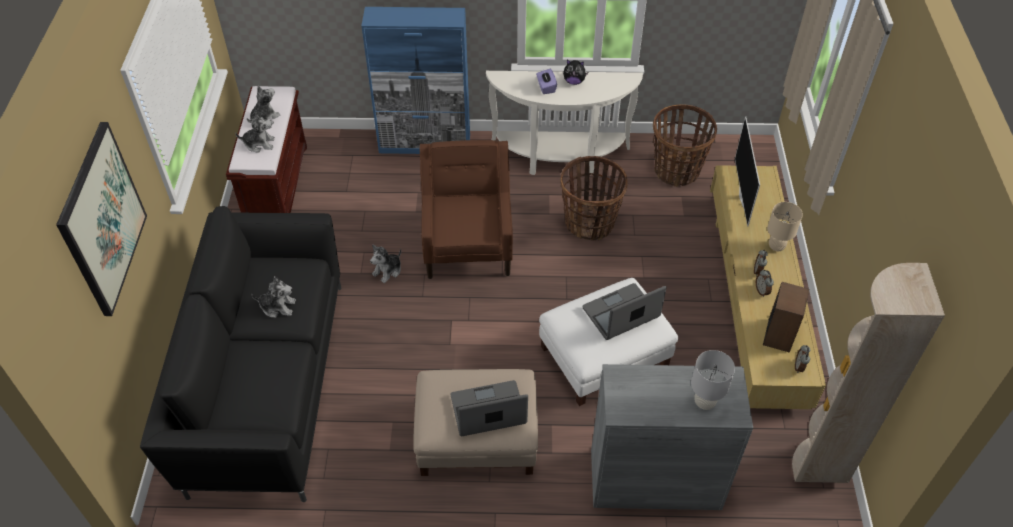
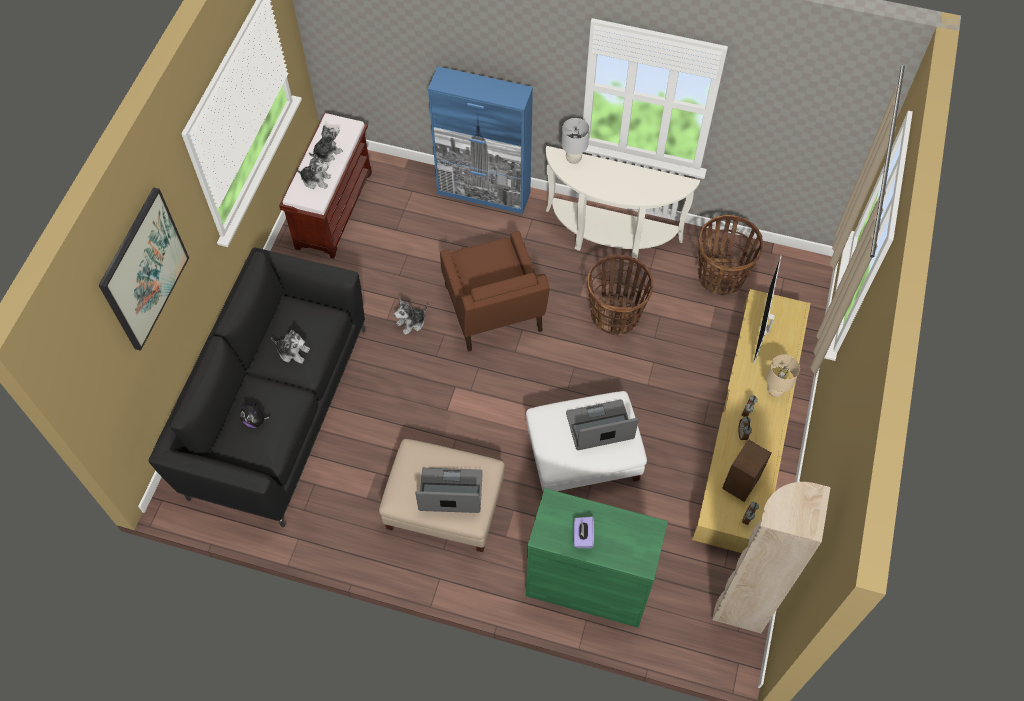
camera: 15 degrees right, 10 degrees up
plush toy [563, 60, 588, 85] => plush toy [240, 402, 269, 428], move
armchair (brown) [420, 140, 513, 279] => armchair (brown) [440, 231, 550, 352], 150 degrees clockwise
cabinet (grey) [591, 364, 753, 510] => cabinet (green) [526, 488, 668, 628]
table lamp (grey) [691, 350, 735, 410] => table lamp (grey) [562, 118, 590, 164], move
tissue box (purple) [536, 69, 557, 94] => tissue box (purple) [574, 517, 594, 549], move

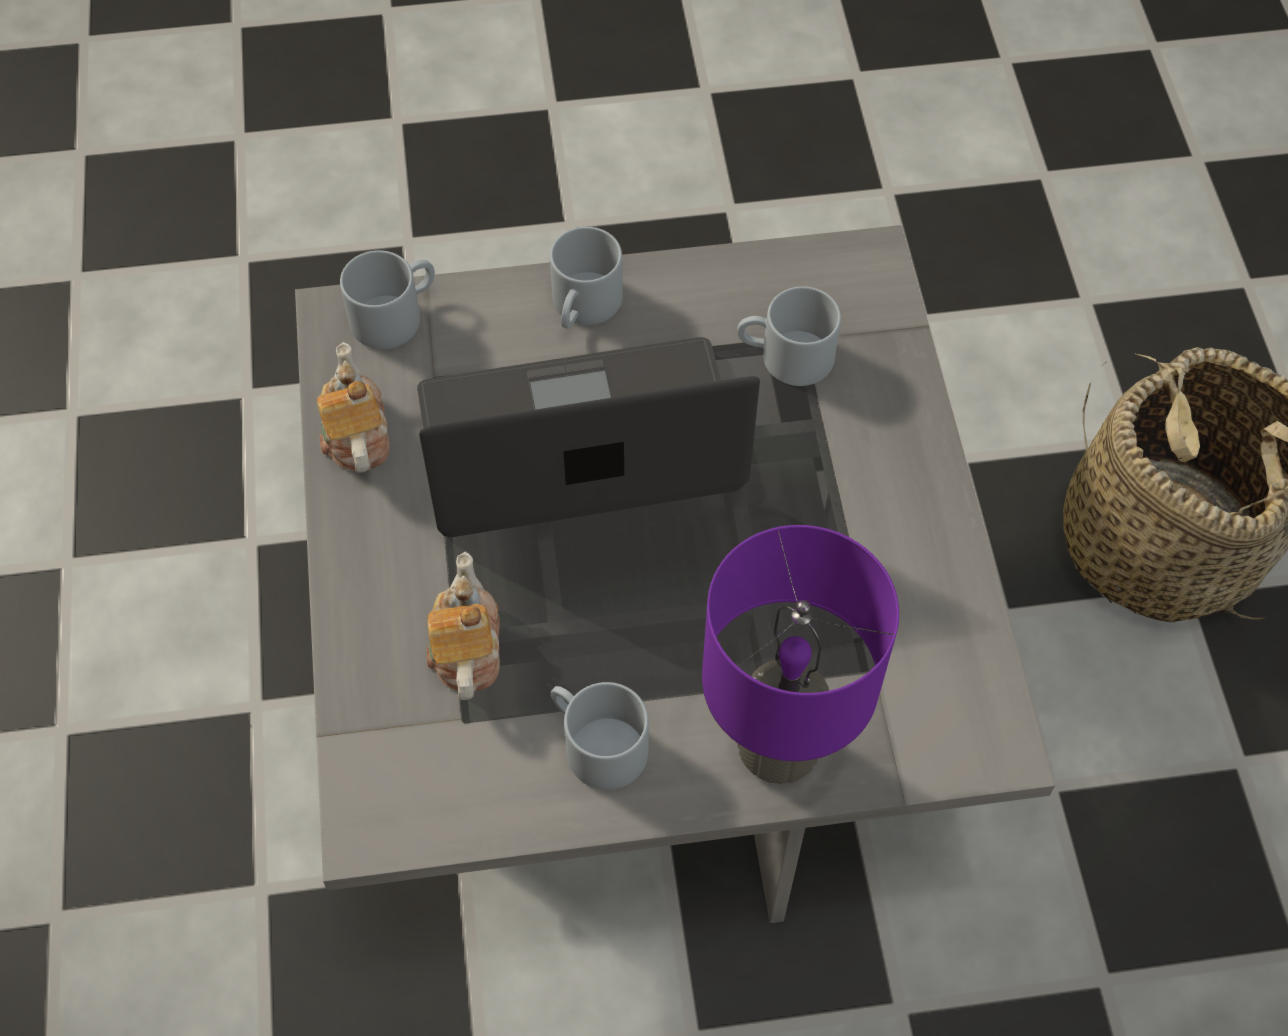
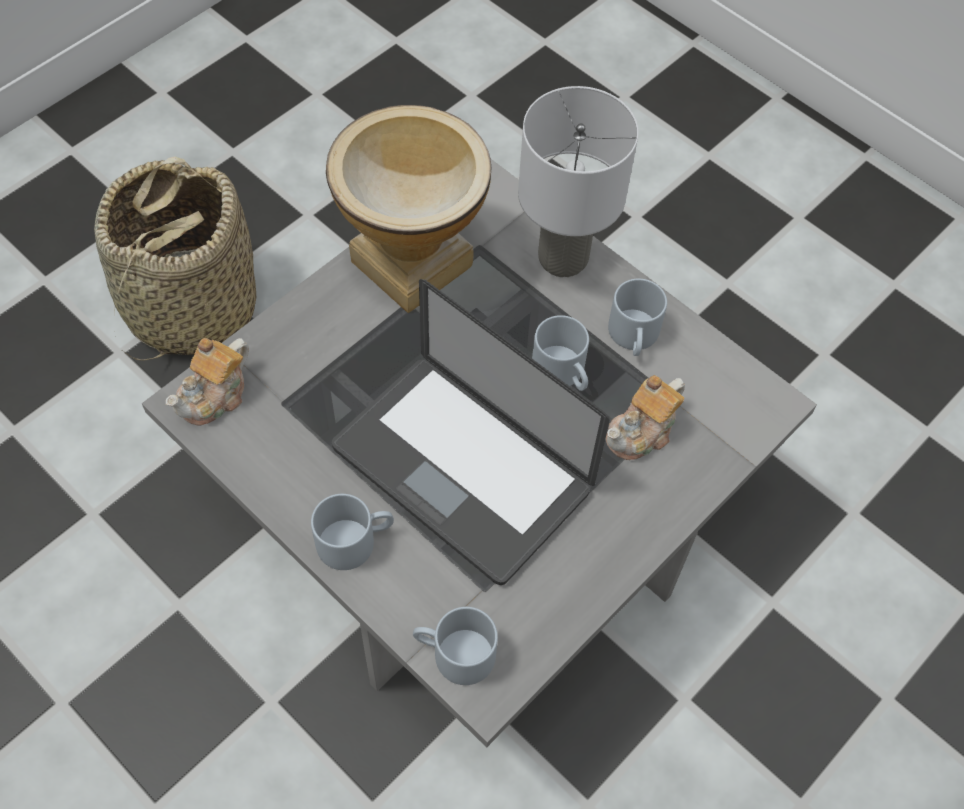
camera: 130 degrees left, 0 degrees up
teapot [317, 342, 390, 473] => teapot [165, 338, 249, 426], move
nothing => vase [326, 105, 491, 313]
table lamp (purple) [702, 525, 899, 784] => table lamp (white) [518, 86, 638, 277]
mug (grey) [737, 286, 841, 386] => mug (grey) [532, 315, 589, 391], move

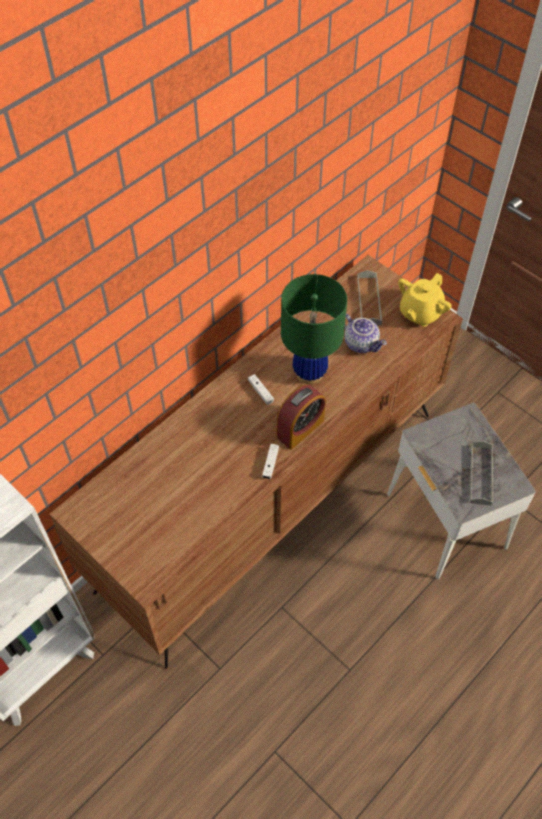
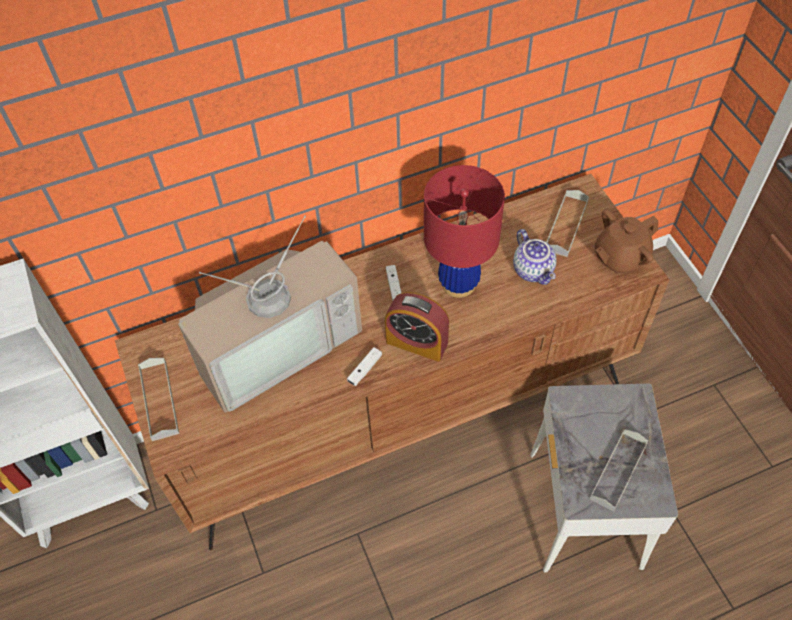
camera: 25 degrees right, 0 degrees up
nothing => tray (grey) [138, 358, 179, 441]
nothing => television [178, 215, 362, 413]
alarm clock [277, 384, 326, 449] => alarm clock [385, 292, 449, 362], 45 degrees clockwise
table lamp (green) [281, 274, 347, 384] => table lamp (red) [424, 165, 505, 298]
teapot (yellow) [398, 273, 452, 327] => teapot (brown) [595, 209, 658, 275]

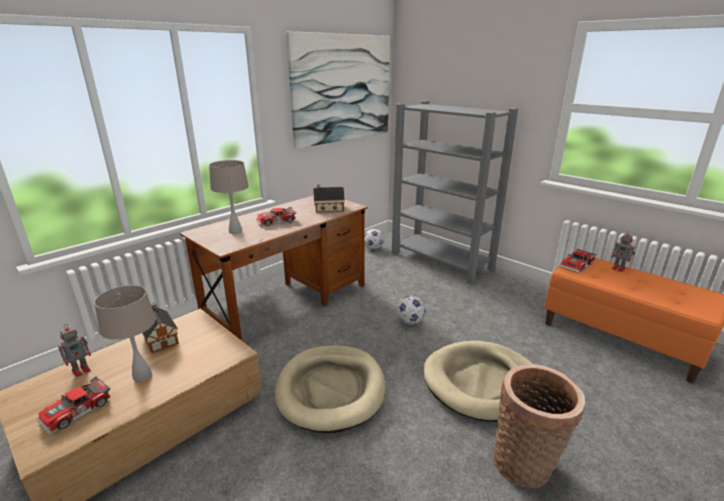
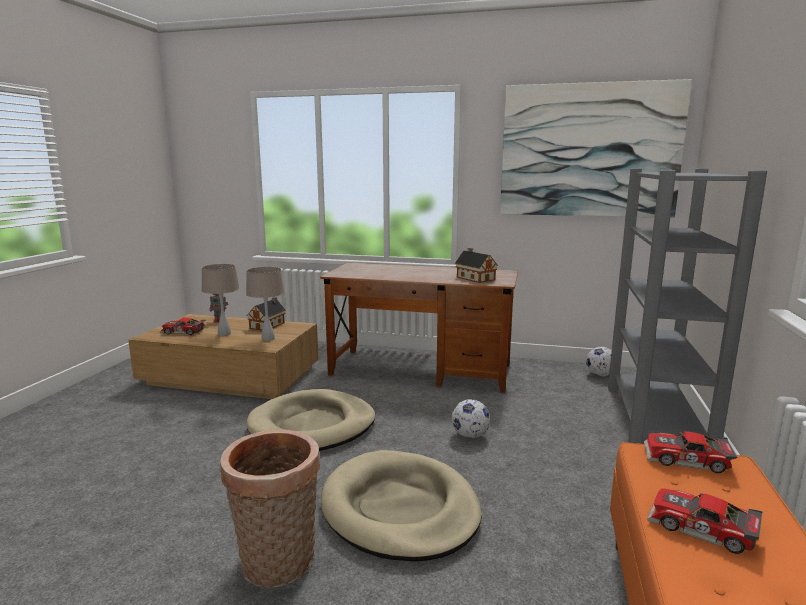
camera: 60 degrees right, 10 degrees down
table lamp (beige) [209, 160, 249, 234] => table lamp (beige) [246, 267, 284, 341], move
toy car [256, 207, 296, 226] => toy car [647, 488, 762, 554], move
toy robot [612, 231, 635, 272] => nothing

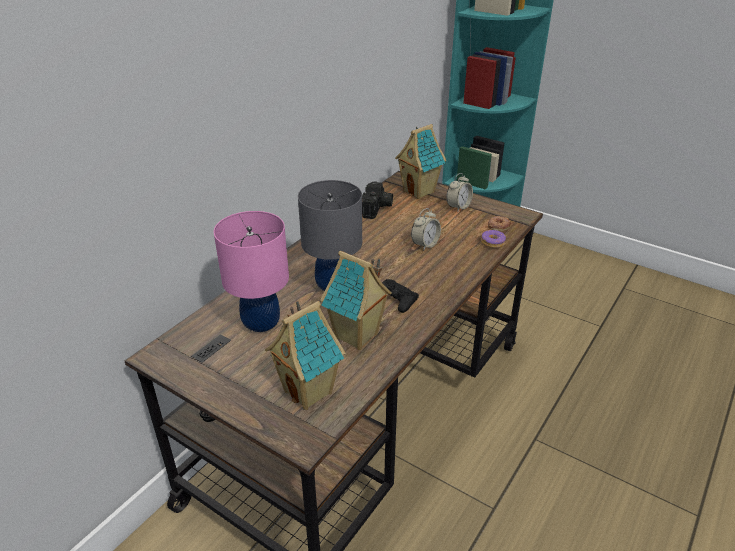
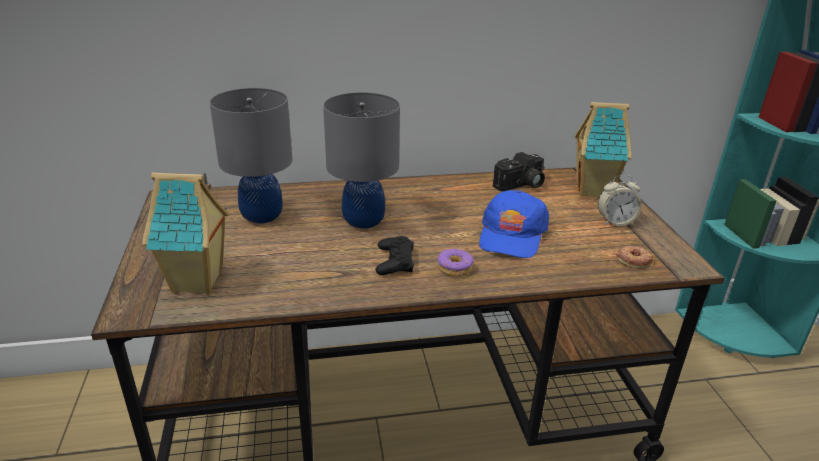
camera: 45 degrees right, 5 degrees down
table lamp (pink) [214, 211, 289, 332] => table lamp (grey) [210, 88, 292, 224]
donut [481, 230, 506, 248] => donut [438, 249, 474, 276], move
alarm clock [411, 208, 441, 251] => cap (blue) [479, 190, 549, 258]
toy house [320, 251, 392, 350] => nothing

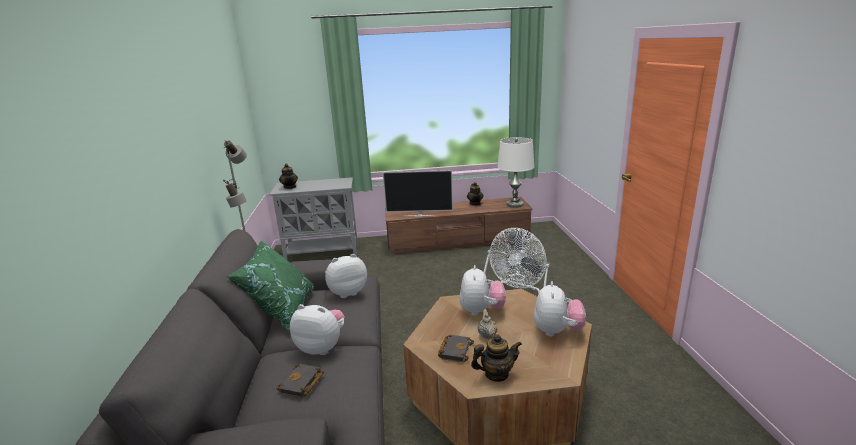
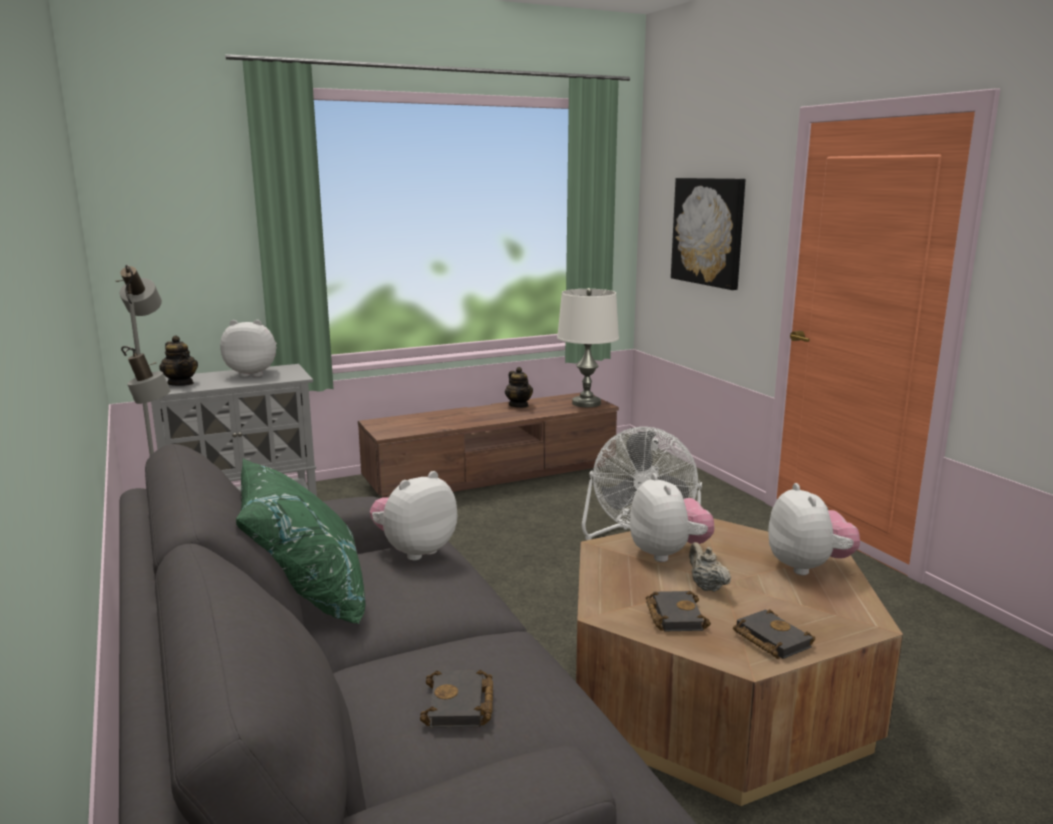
camera: 20 degrees left, 5 degrees down
plush toy [290, 304, 345, 355] => plush toy [220, 320, 277, 377], move
nothing => picture [671, 178, 746, 290]
teapot [471, 334, 522, 382] => book (black) [733, 610, 815, 659]
television [383, 170, 453, 217] => nothing

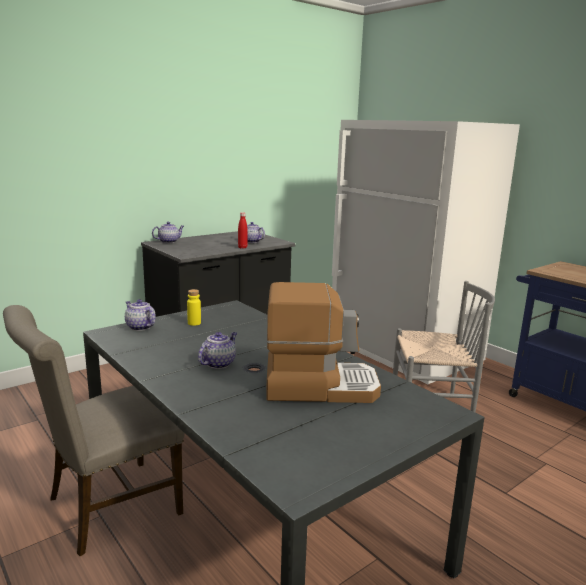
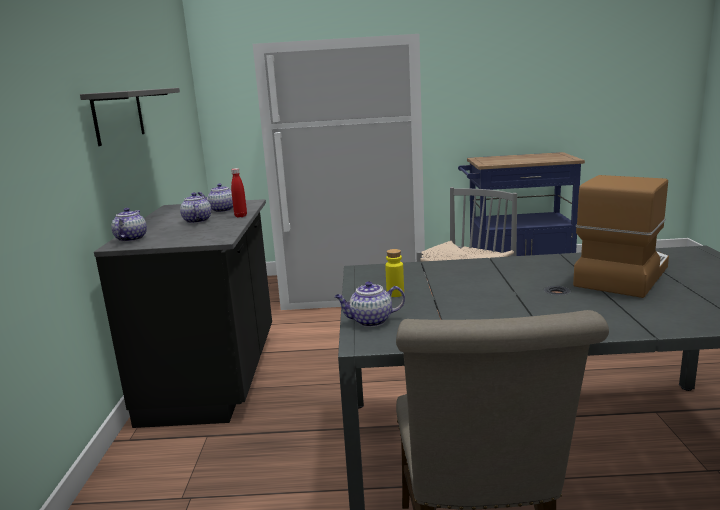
camera: 50 degrees left, 0 degrees up
nothing => shelf (grey) [80, 88, 180, 146]
teapot [198, 332, 237, 369] => teapot [180, 192, 211, 224], move

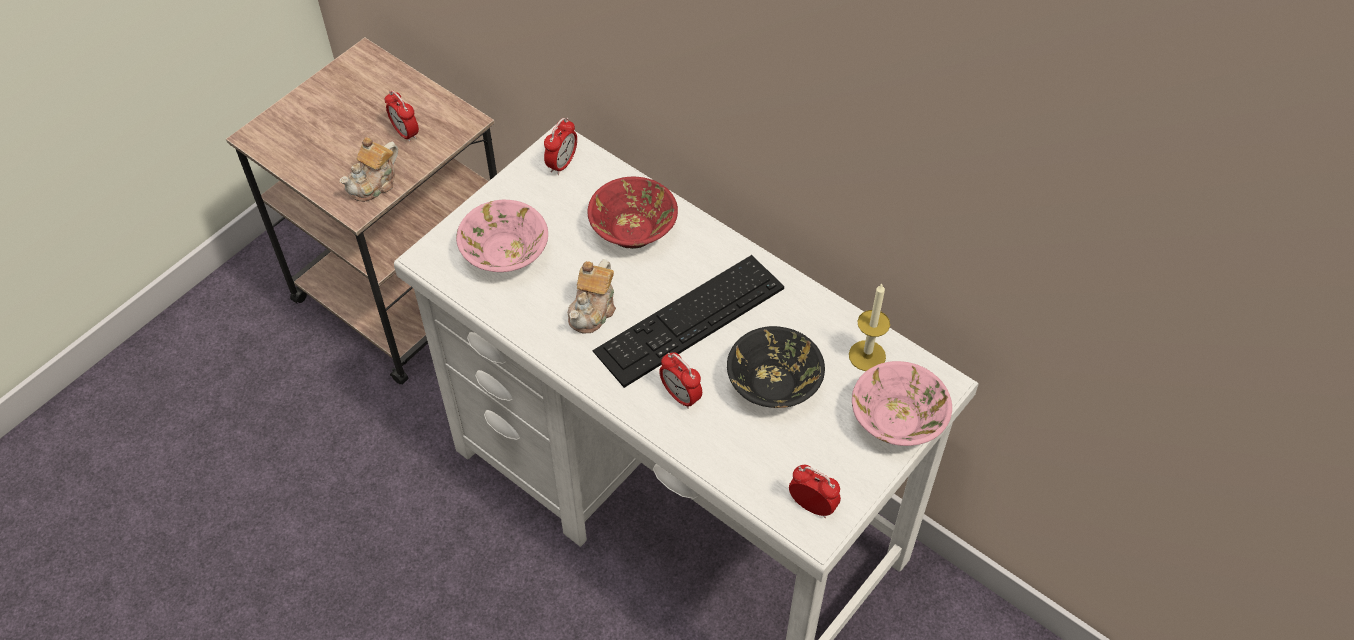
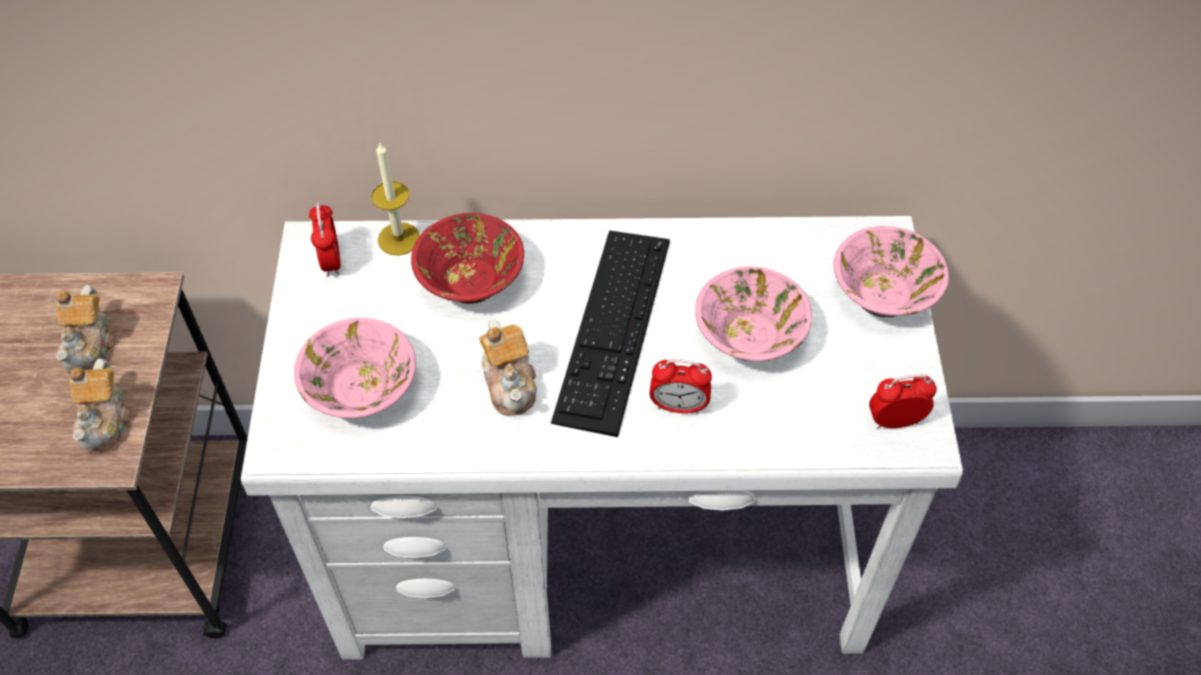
camera: 40 degrees left, 0 degrees up
alarm clock [385, 90, 419, 142] => teapot [56, 285, 117, 373]
candle [849, 284, 890, 371] => candle [371, 142, 420, 256], move
bowl (black) [727, 326, 825, 408] => bowl (pink) [695, 267, 812, 362]

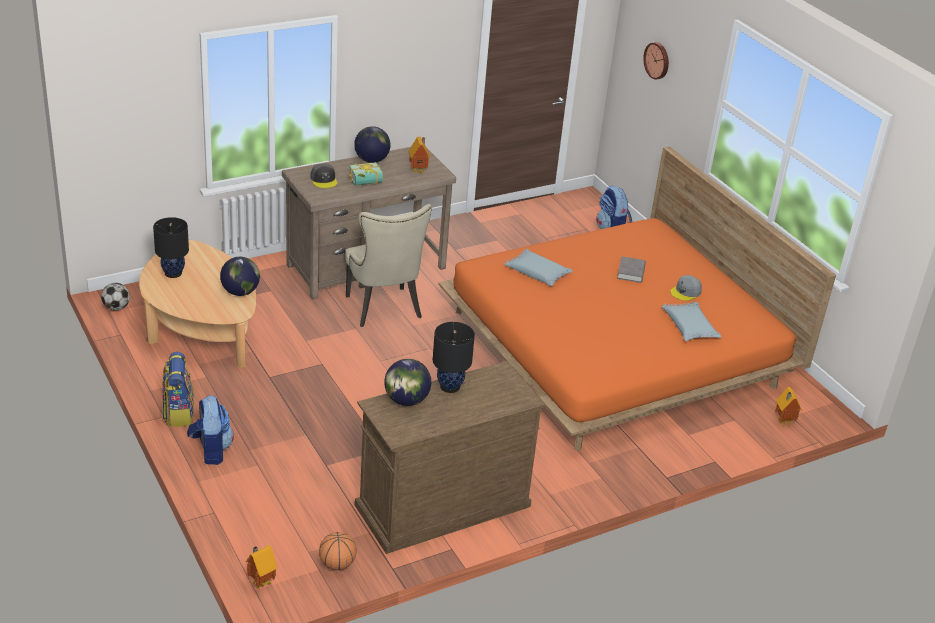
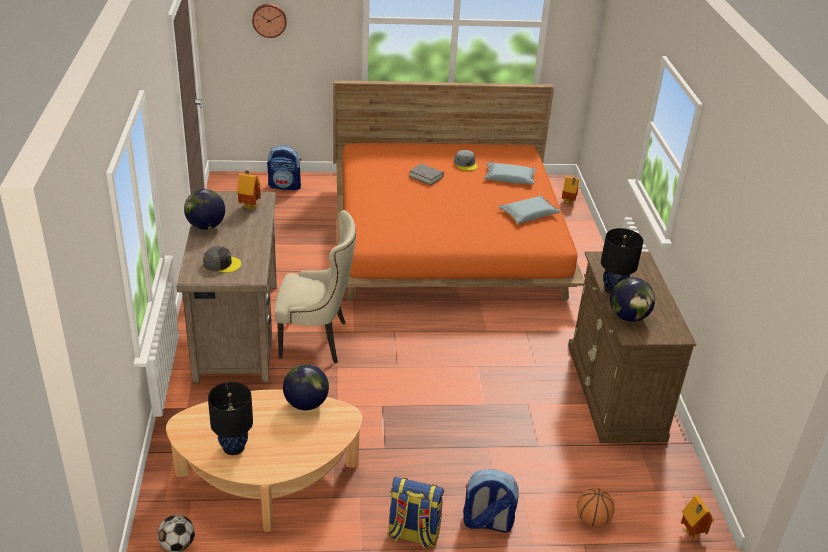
camera: 65 degrees left, 0 degrees up
pillow (blue) [504, 249, 573, 286] => pillow (blue) [498, 195, 561, 224], move
basketball [319, 532, 357, 570] => basketball [577, 488, 615, 527], move
book [349, 162, 383, 186] => nothing

